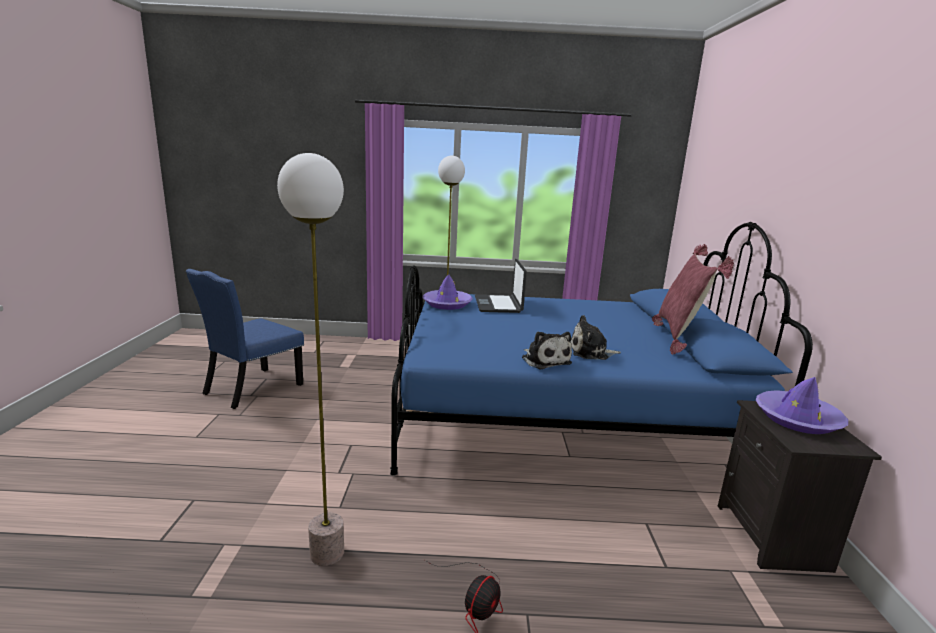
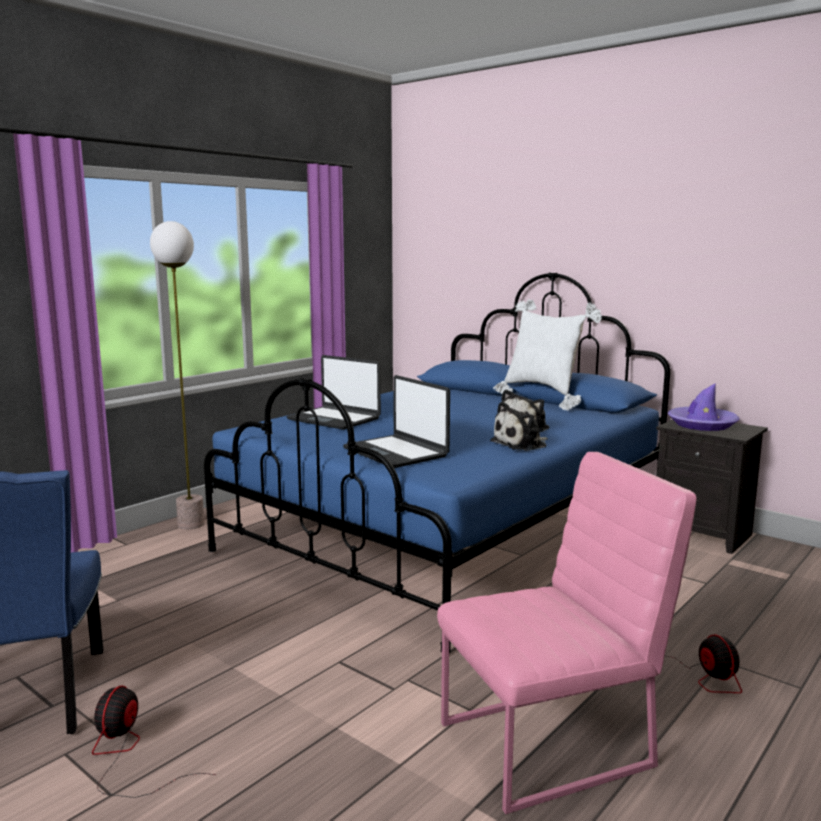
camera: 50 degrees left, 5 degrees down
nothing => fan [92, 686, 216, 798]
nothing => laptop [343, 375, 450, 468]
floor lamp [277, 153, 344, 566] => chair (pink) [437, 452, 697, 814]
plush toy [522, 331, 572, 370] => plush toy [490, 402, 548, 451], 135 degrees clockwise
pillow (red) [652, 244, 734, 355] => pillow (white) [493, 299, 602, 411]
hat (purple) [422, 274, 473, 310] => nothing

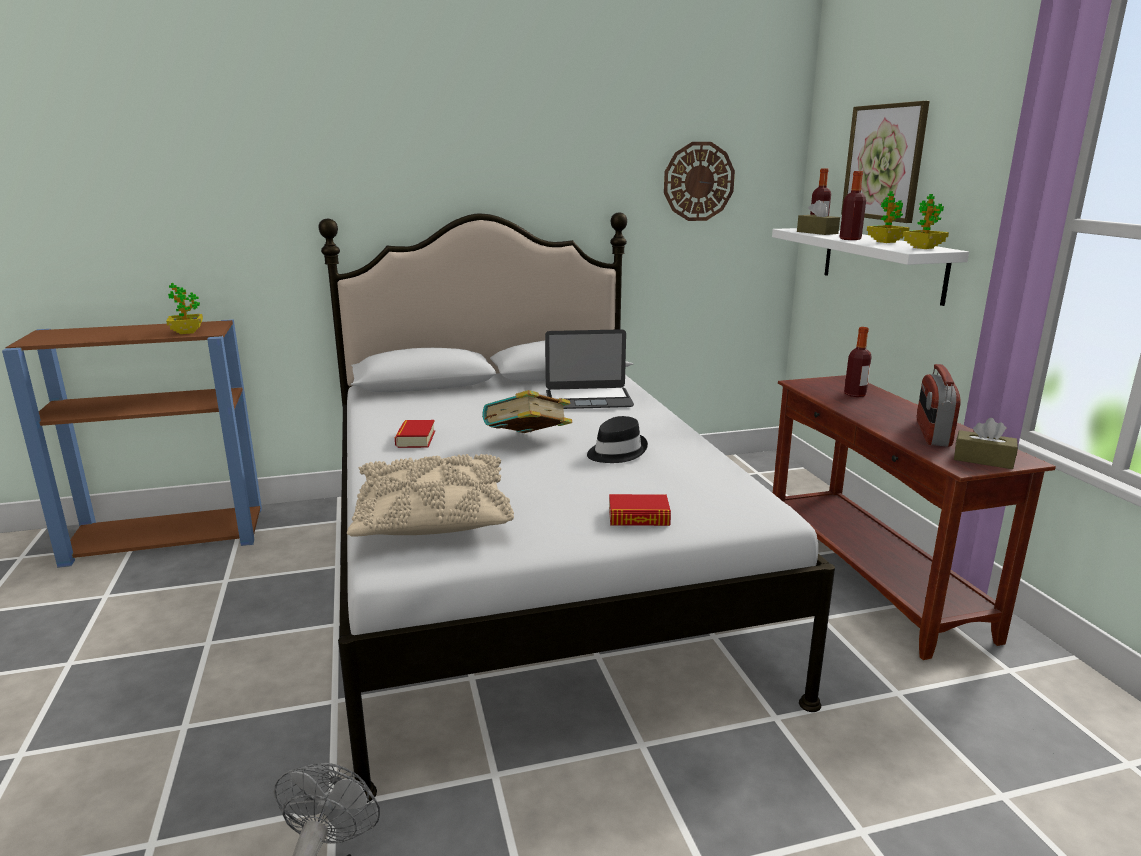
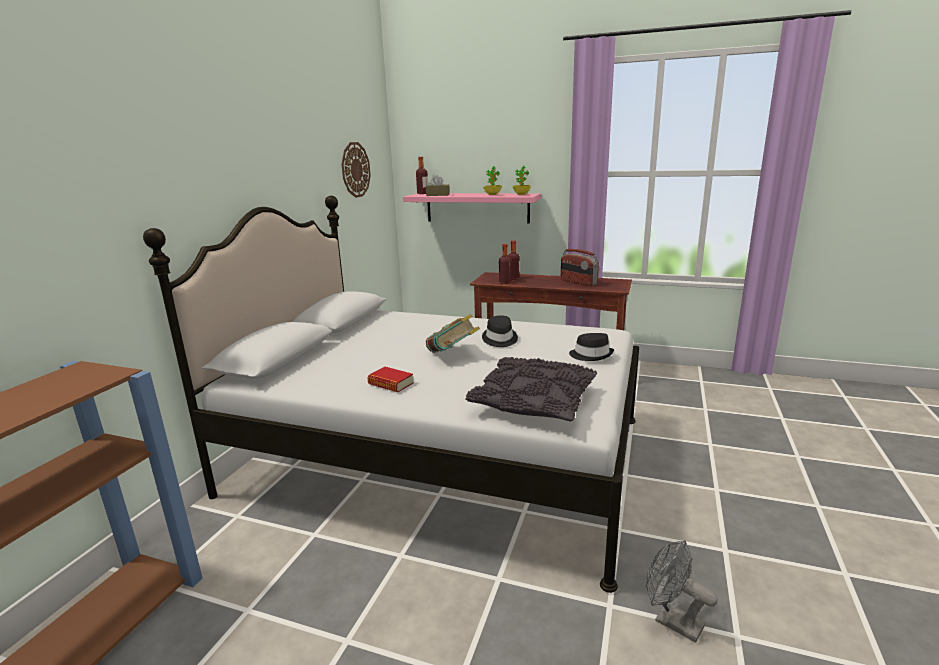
camera: 55 degrees left, 0 degrees up
shelf (white) [772, 228, 969, 306] => shelf (pink) [403, 193, 541, 223]
pillow (beige) [347, 454, 514, 537] => pillow (black) [465, 357, 597, 421]
bottle [840, 171, 866, 240] => bottle [499, 244, 512, 284], move
book [609, 494, 671, 526] => hat (black) [569, 333, 614, 361]
potted plant [166, 283, 203, 334] => nothing
laptop [545, 329, 634, 409] => nothing
picture [841, 101, 930, 223] => nothing
tissue box (brown) [954, 418, 1018, 469] => nothing

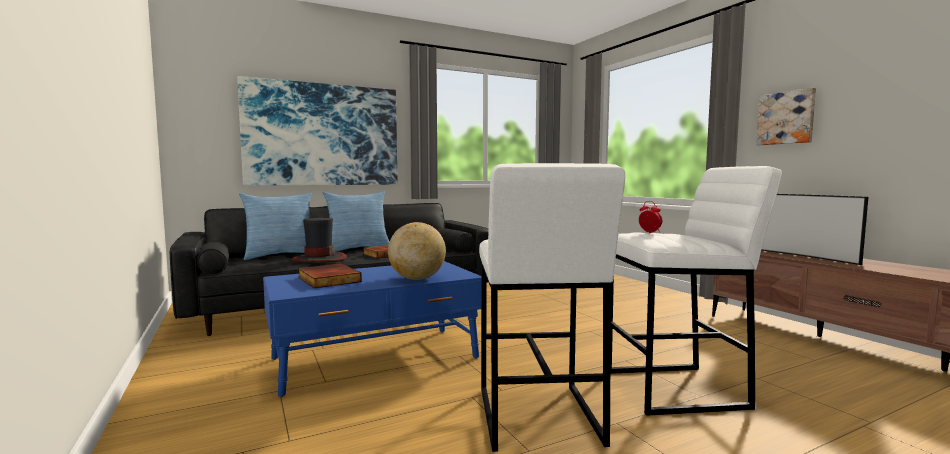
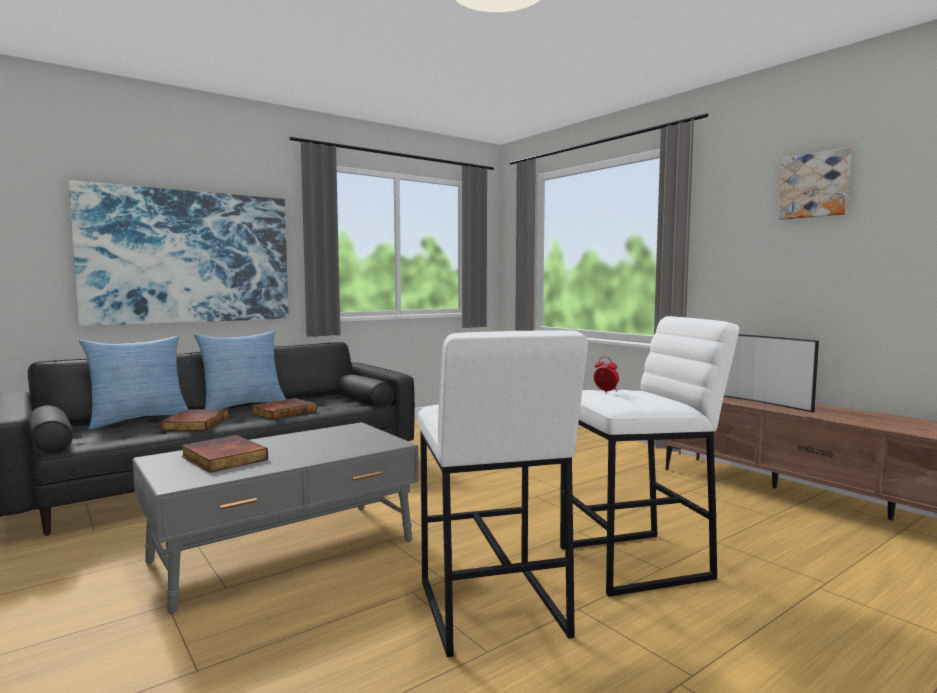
camera: 10 degrees left, 0 degrees up
coffee table (blue) [263, 261, 481, 397] => coffee table (grey) [133, 422, 419, 613]
hat [291, 218, 347, 262] => book [161, 409, 228, 431]
picture [756, 88, 816, 145] => picture [779, 148, 852, 220], move
globe [388, 222, 446, 280] => nothing

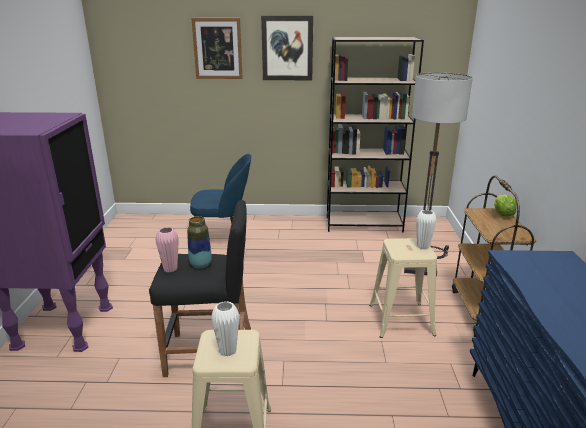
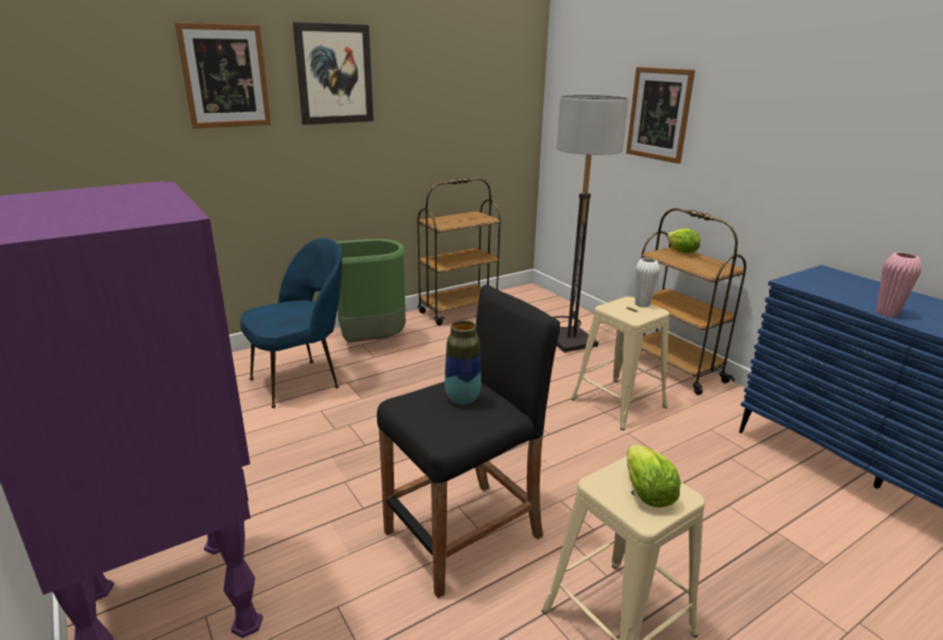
camera: 35 degrees left, 0 degrees up
nothing => trash can (green) [336, 239, 406, 342]
bookcase (beige) [327, 37, 424, 233] => cart (brown) [417, 178, 501, 326]
nothing => picture [626, 67, 695, 164]
vase (white) [211, 301, 240, 357] => lettuce [627, 445, 681, 508]
vase (pink) [156, 227, 179, 272] => vase (pink) [876, 252, 921, 318], move

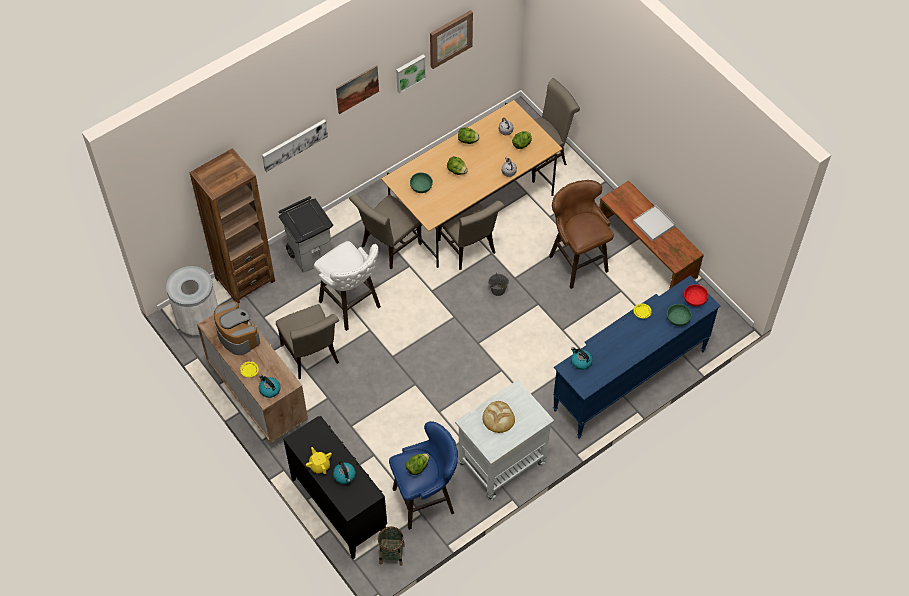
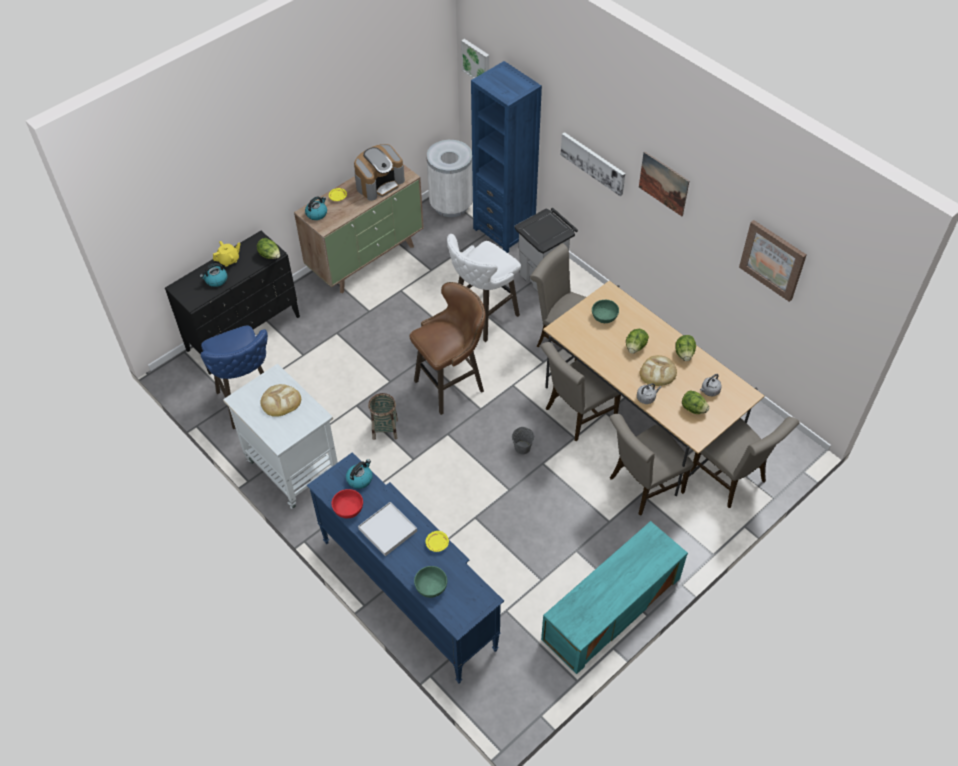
camera: 85 degrees right, 5 degrees down
lettuce [405, 453, 429, 475] => lettuce [257, 238, 280, 259], move
bowl (red) [684, 284, 708, 307] => bowl (red) [331, 489, 363, 518], move
tray (white) [633, 205, 675, 242] => tray (white) [358, 502, 417, 556], move
basket [378, 526, 405, 566] => basket [368, 393, 398, 440], move
stool (brown) [549, 180, 614, 289] => stool (brown) [409, 282, 485, 415], move
picture [396, 55, 426, 94] => picture [461, 39, 489, 79], move
bookcase (brown) [189, 148, 275, 303] => bookcase (blue) [471, 61, 542, 253]
bench (brown) [599, 181, 704, 289] => bench (turquoise) [541, 521, 688, 674]
chair (beige) [276, 304, 339, 379] => chair (beige) [609, 414, 694, 516], move
nothing => bread [639, 355, 677, 386]

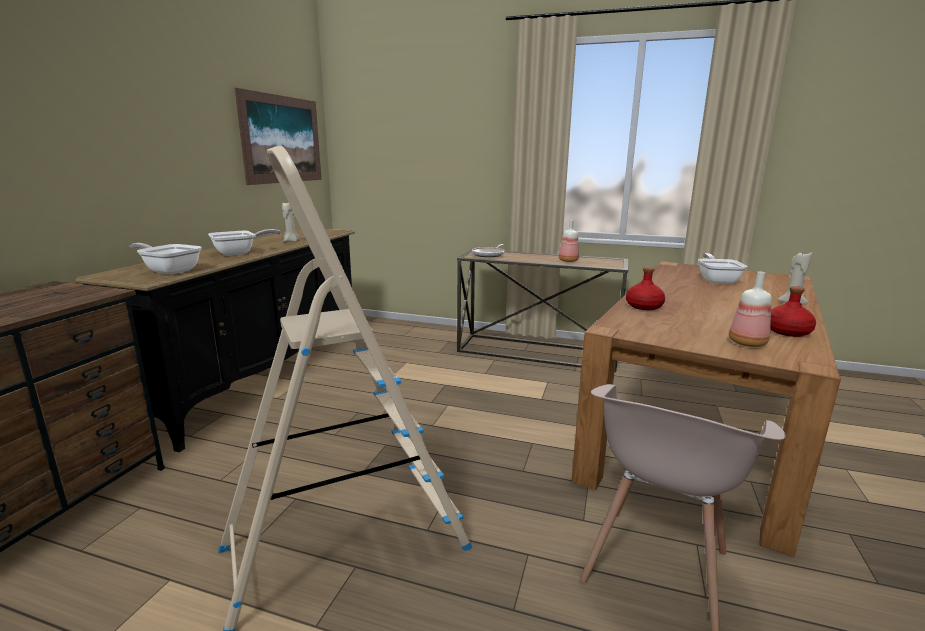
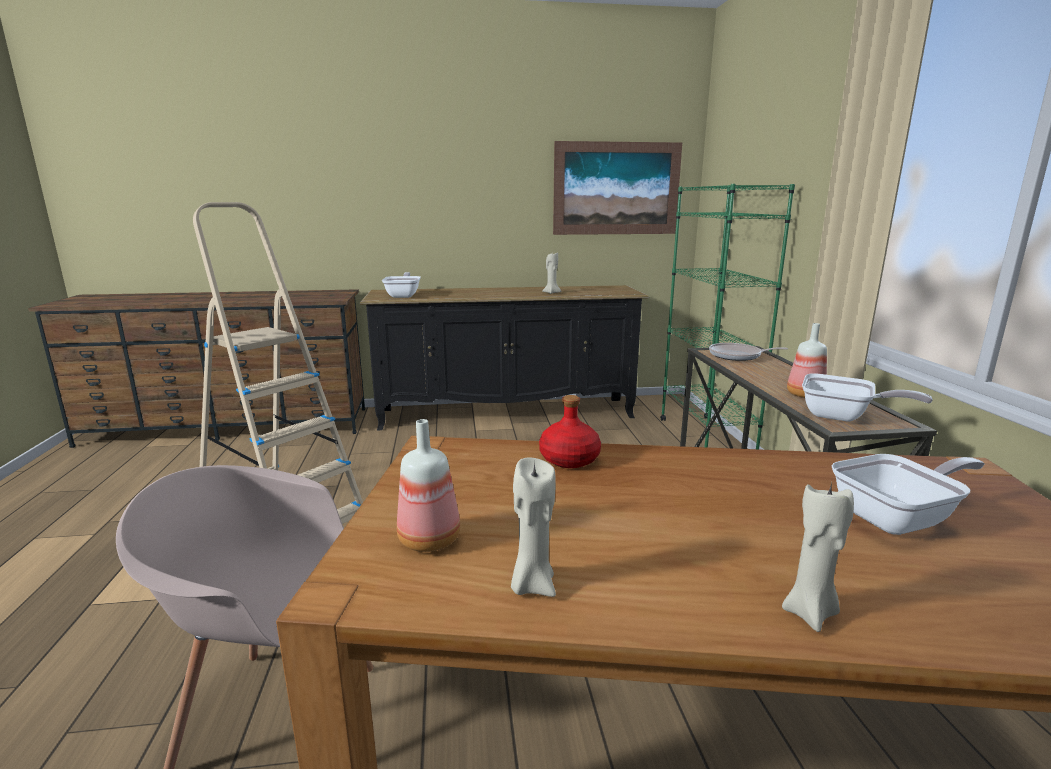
camera: 65 degrees right, 0 degrees up
bottle (red) [770, 286, 816, 337] => candle (beige) [511, 458, 556, 597]
nothing => bookcase (green) [660, 184, 795, 449]
frying pan [208, 229, 281, 256] => frying pan [802, 373, 933, 421], move

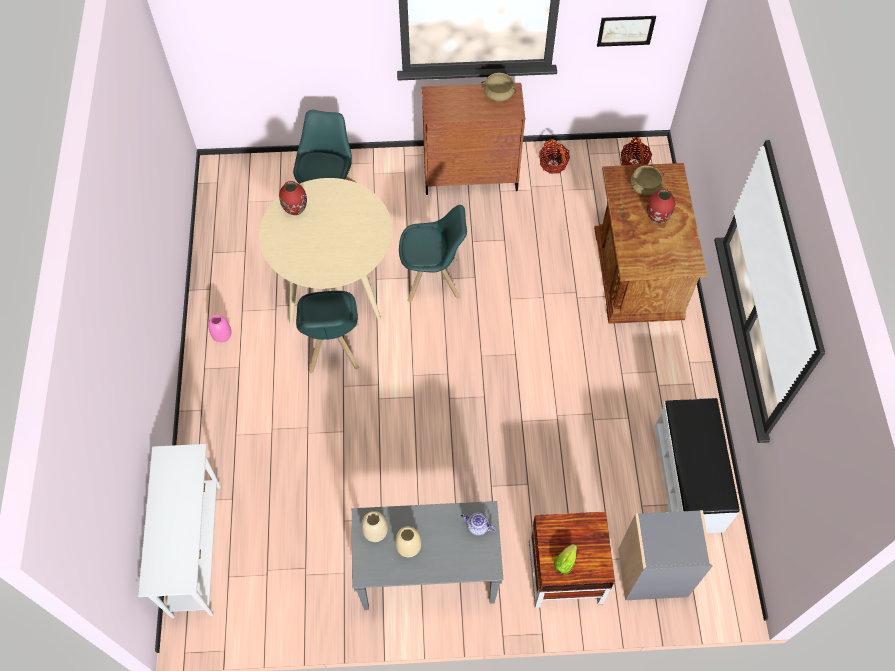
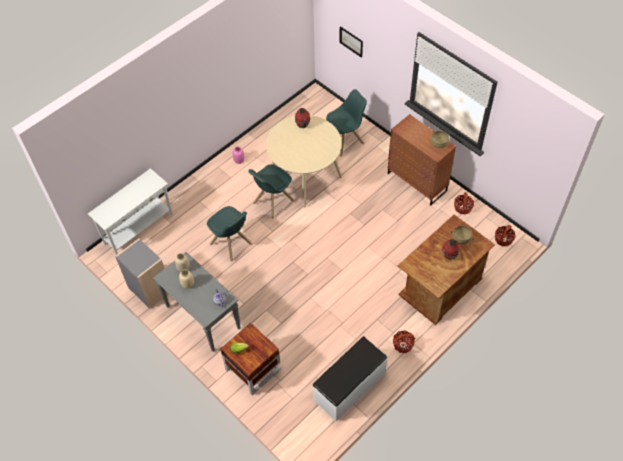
camera: 50 degrees right, 5 degrees down
bookcase (grey) [618, 510, 713, 600] => bookcase (grey) [115, 239, 168, 309], move
chair (turquoise) [399, 205, 467, 302] => chair (turquoise) [207, 206, 252, 261], move
picture [597, 16, 656, 47] => picture [340, 26, 363, 58], move
nothing => basket [393, 330, 415, 353]

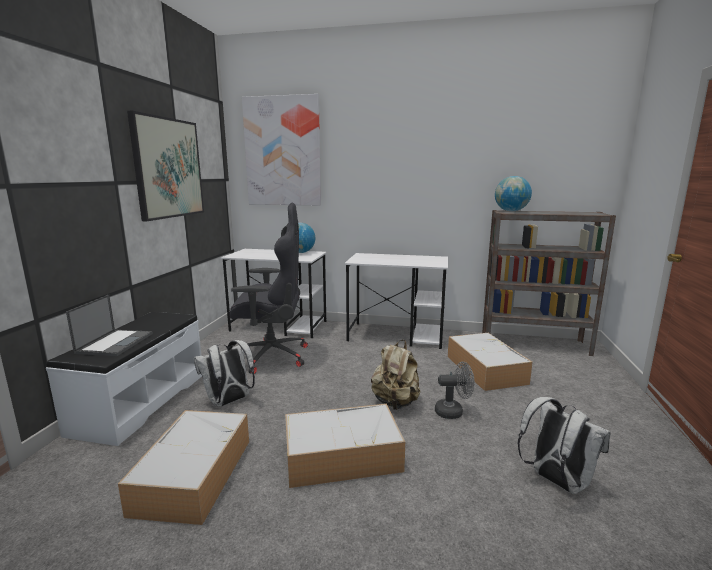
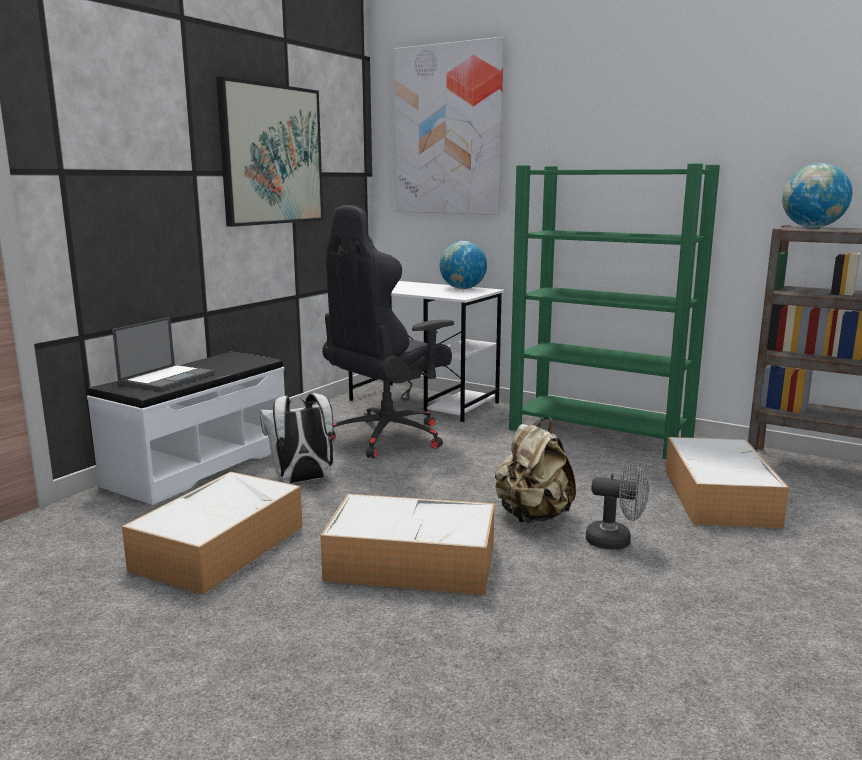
camera: 20 degrees right, 0 degrees up
office chair (black) [230, 202, 308, 374] => office chair (black) [322, 205, 454, 458], 120 degrees clockwise
desk (white) [344, 253, 448, 349] => bookcase (green) [509, 163, 720, 459]
backpack (white) [518, 397, 610, 494] => nothing

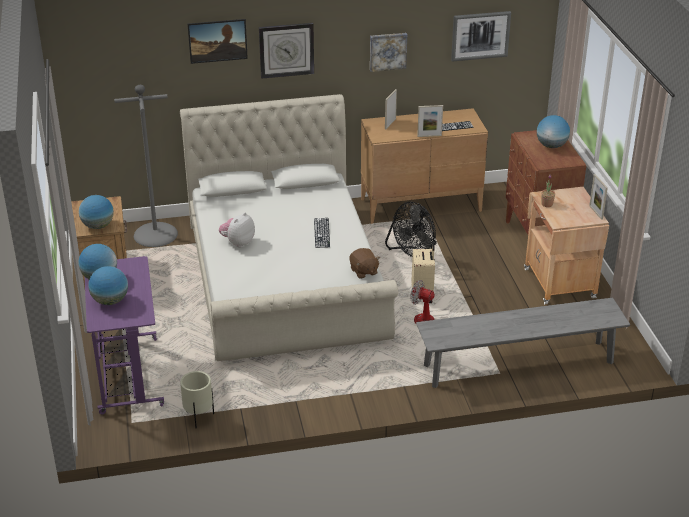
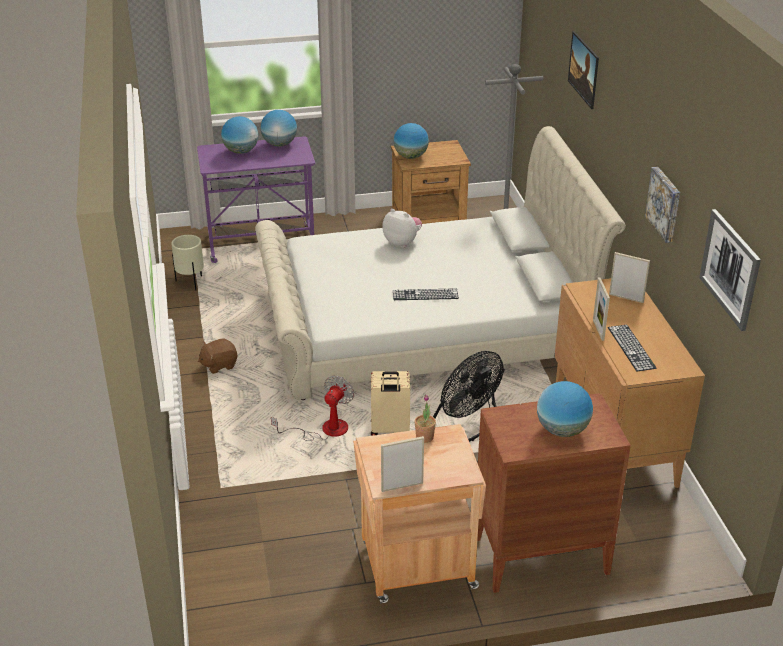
camera: 90 degrees right, 0 degrees up
plush toy (brown) [349, 248, 380, 279] => plush toy (brown) [198, 338, 237, 374], move
wall clock [259, 23, 314, 79] => nothing
bench (grey) [416, 298, 630, 388] => nothing

